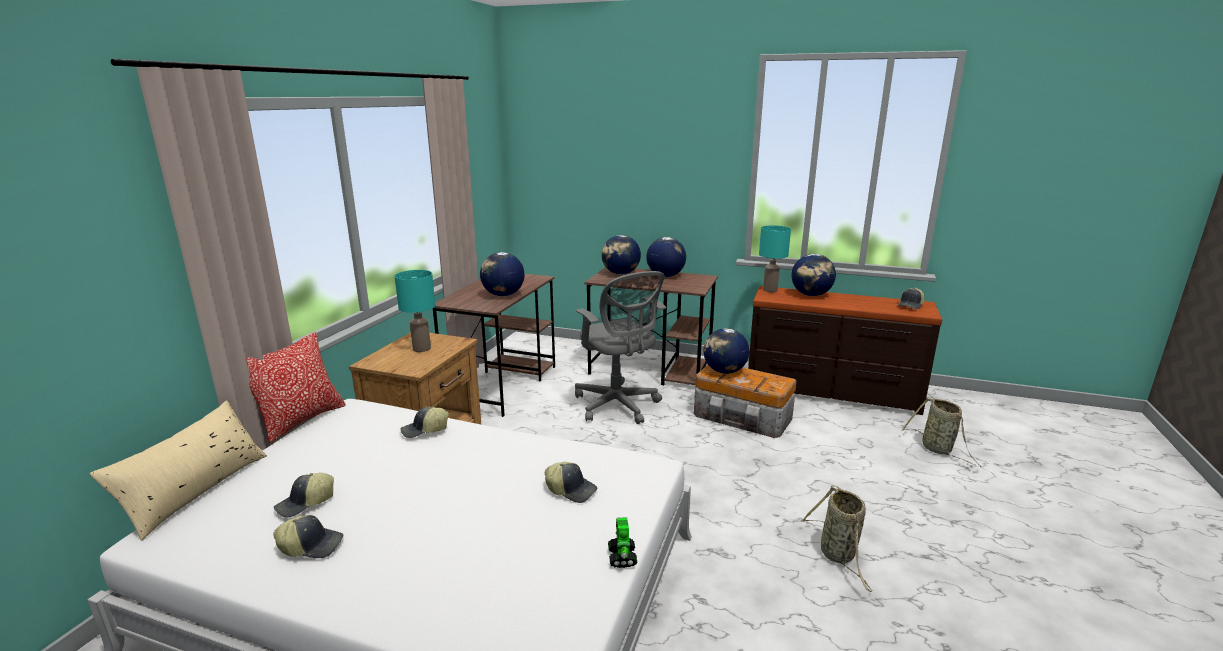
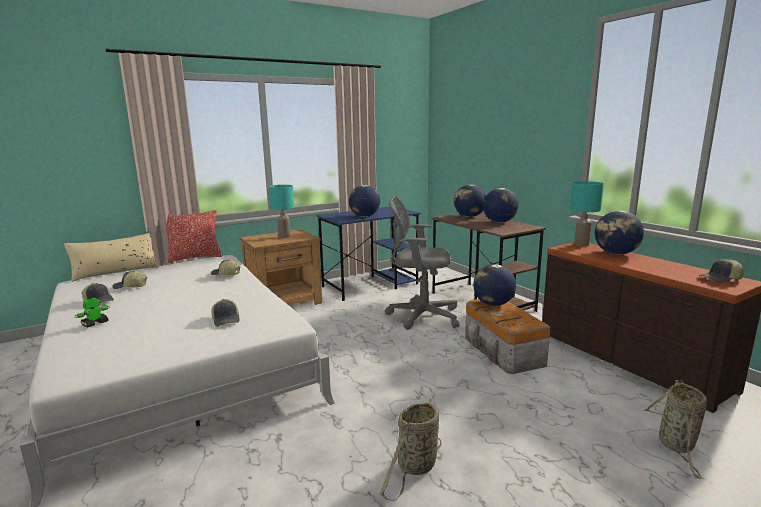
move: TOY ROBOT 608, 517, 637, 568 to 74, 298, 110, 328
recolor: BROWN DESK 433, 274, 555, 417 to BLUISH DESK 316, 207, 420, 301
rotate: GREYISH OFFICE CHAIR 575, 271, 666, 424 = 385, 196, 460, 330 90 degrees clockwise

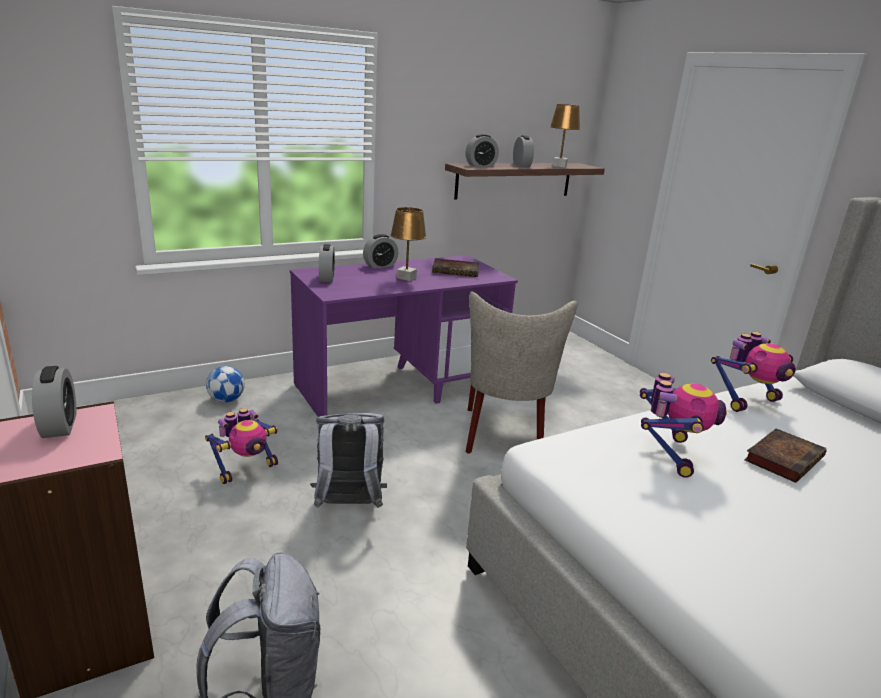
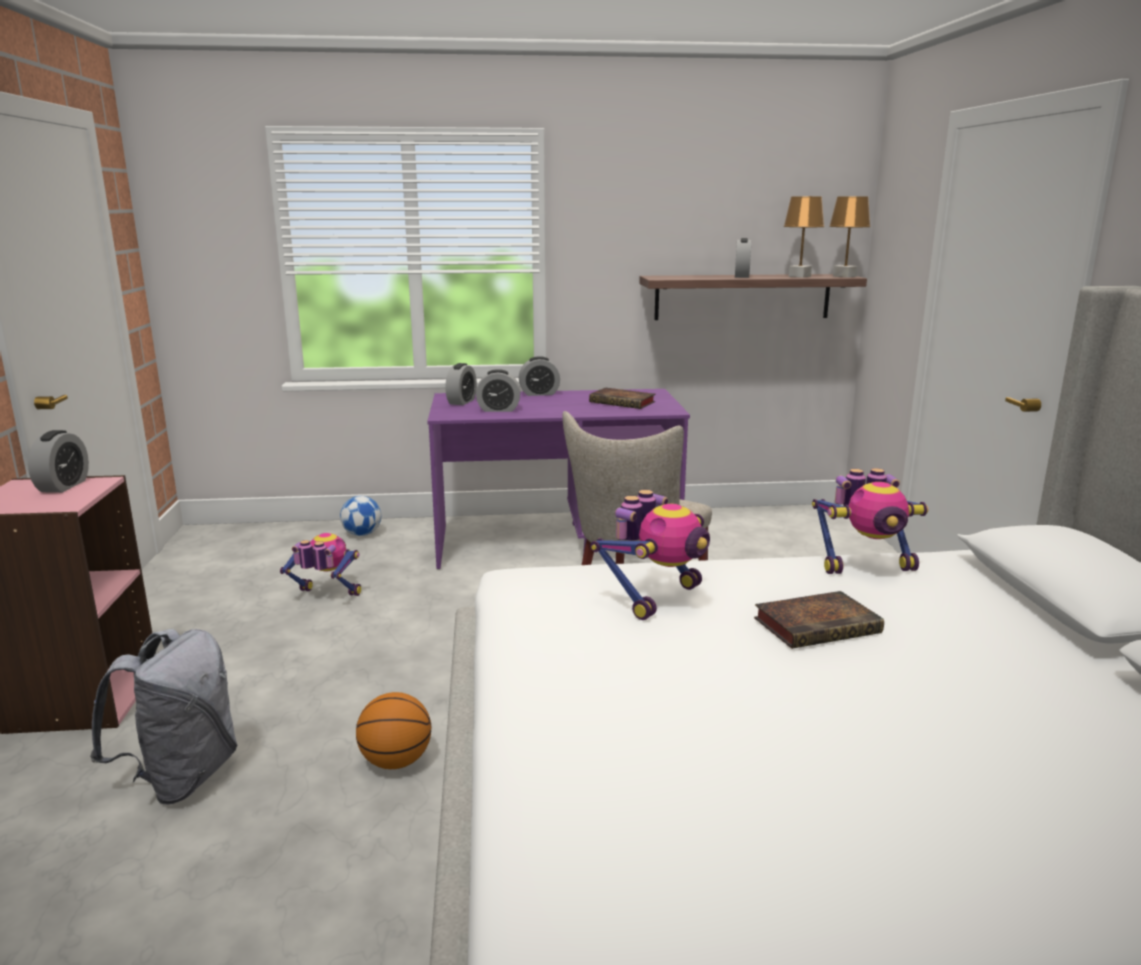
delete: GREYISH KNAPSACK 310, 413, 387, 508
insert: BASKETBALL BALL 356, 692, 431, 769
move: BROWN TABLE LAMP 391, 207, 426, 281 to 829, 196, 871, 278; BEDSIDE CLOCK 465, 134, 499, 166 to 476, 369, 520, 412
rotate: TOY ROBOT 205, 408, 278, 484 = 280, 533, 361, 596 150 degrees counterclockwise

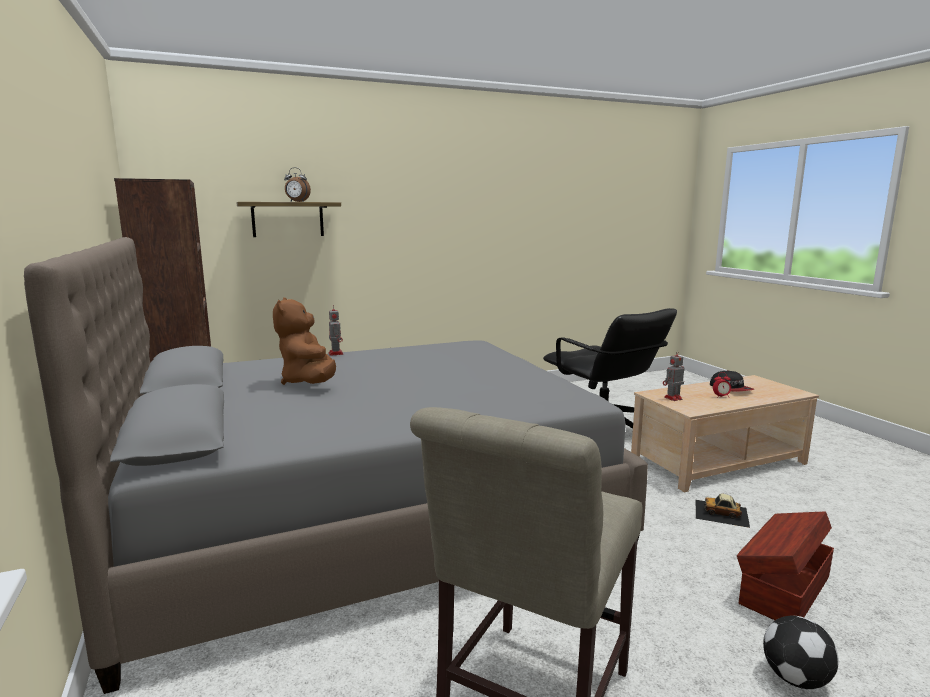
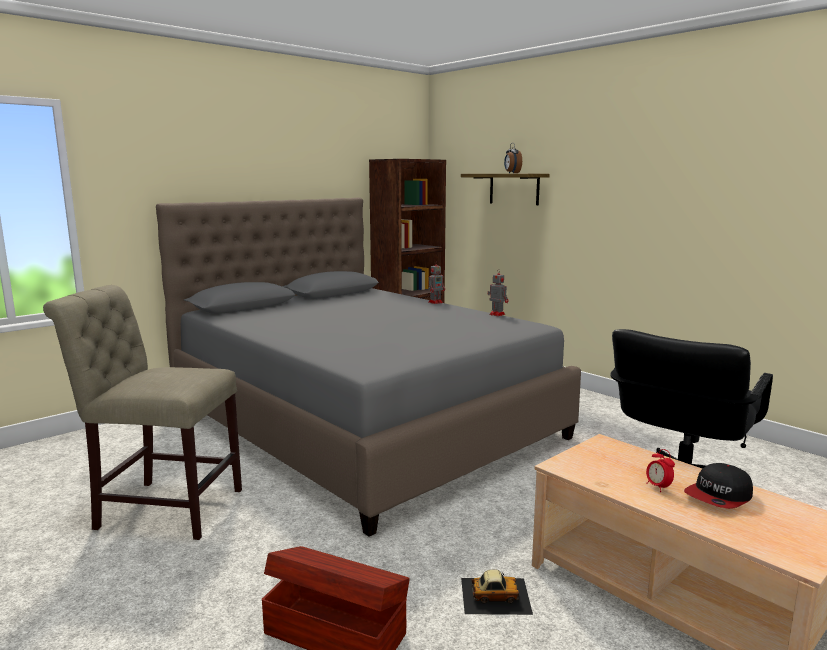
delete: BROWN CUDDLY TOY 273, 298, 336, 385; FOOTBALL BALL 763, 615, 839, 689
move: TOY ROBOT 663, 350, 685, 401 to 488, 269, 508, 316
rotate: MODEL CAR 696, 494, 750, 528 = 461, 569, 533, 615 90 degrees clockwise

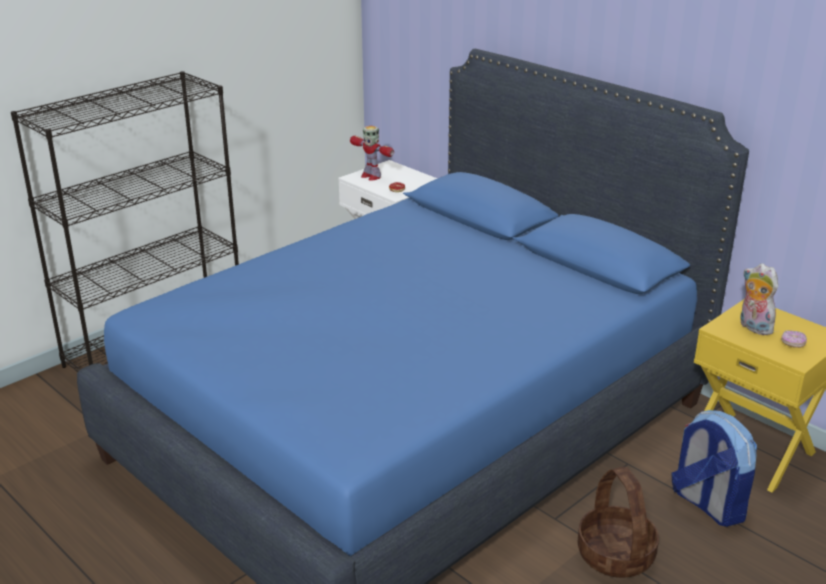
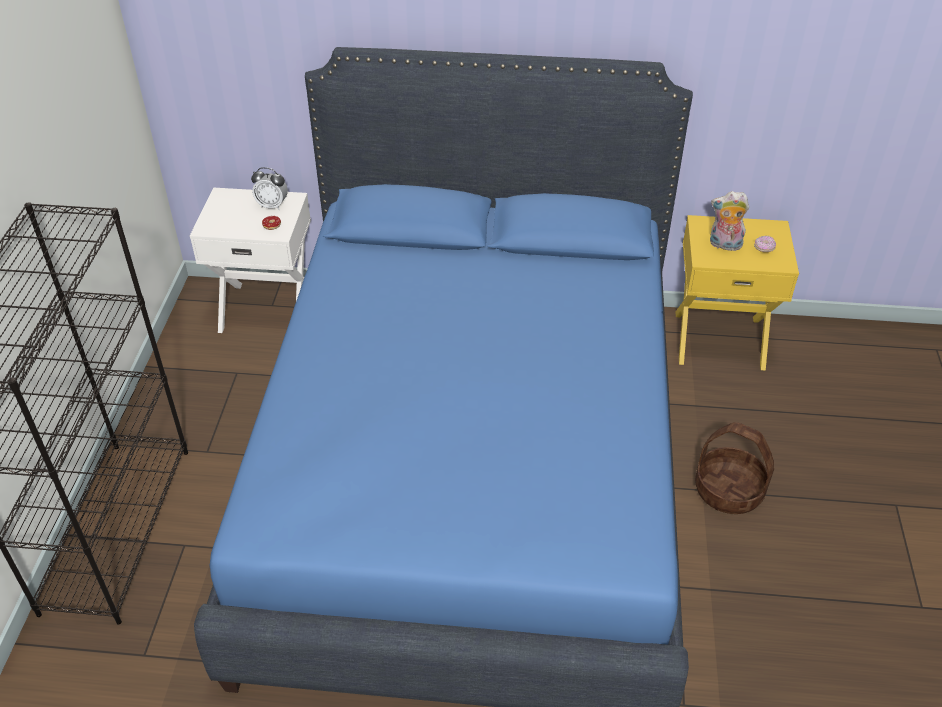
delete: TOY ROBOT 350, 126, 394, 181; KNAPSACK 672, 410, 757, 527
insert: BEDSIDE CLOCK 251, 167, 288, 210

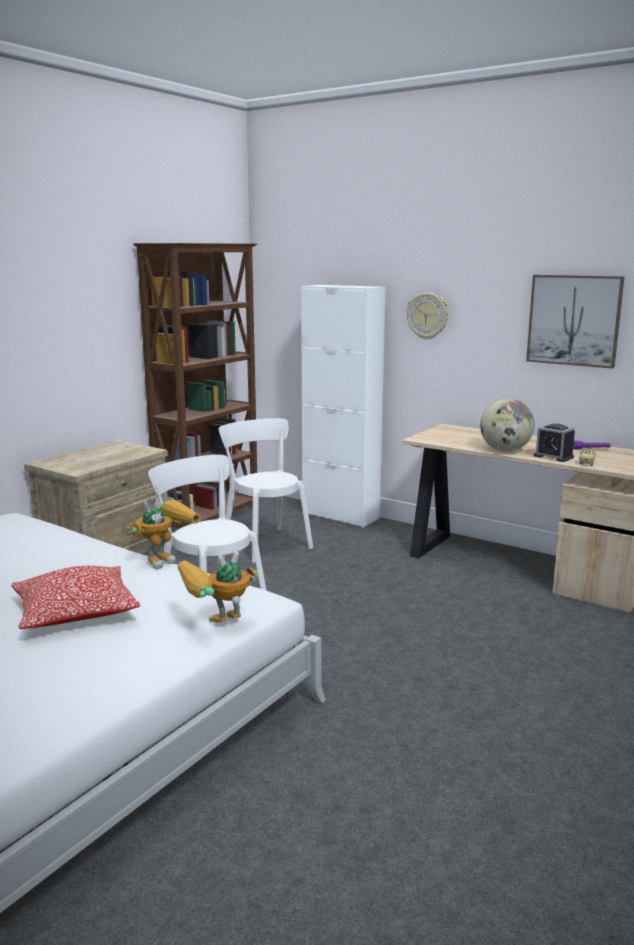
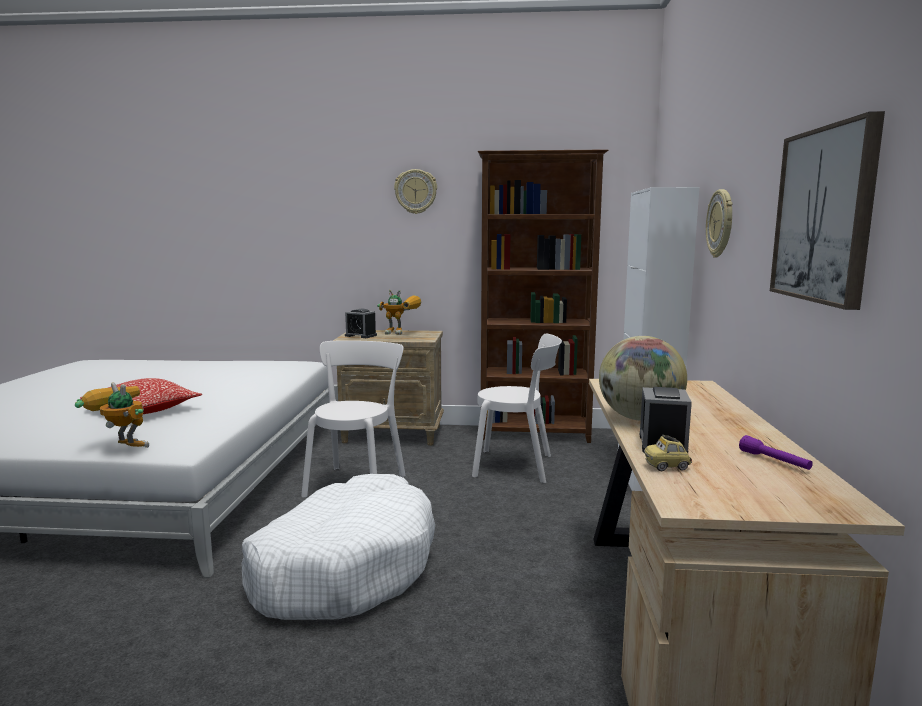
insert: WHITISH PET BED 241, 474, 435, 620; BEDSIDE CLOCK 345, 309, 377, 338; CLOCK ON THE WALL 394, 169, 437, 214
move: TOY ROBOT 131, 498, 200, 569 to 377, 290, 421, 335
rotate: WHITISH UPRIGHT CHAIR 219, 418, 313, 563 = 472, 334, 562, 483 75 degrees clockwise

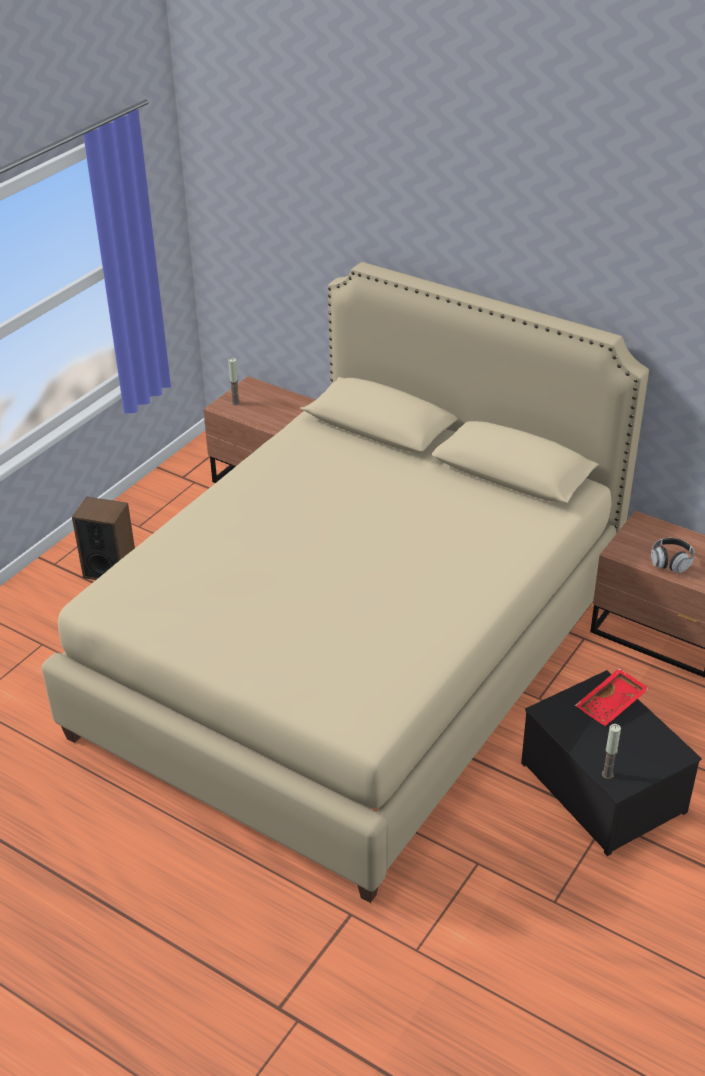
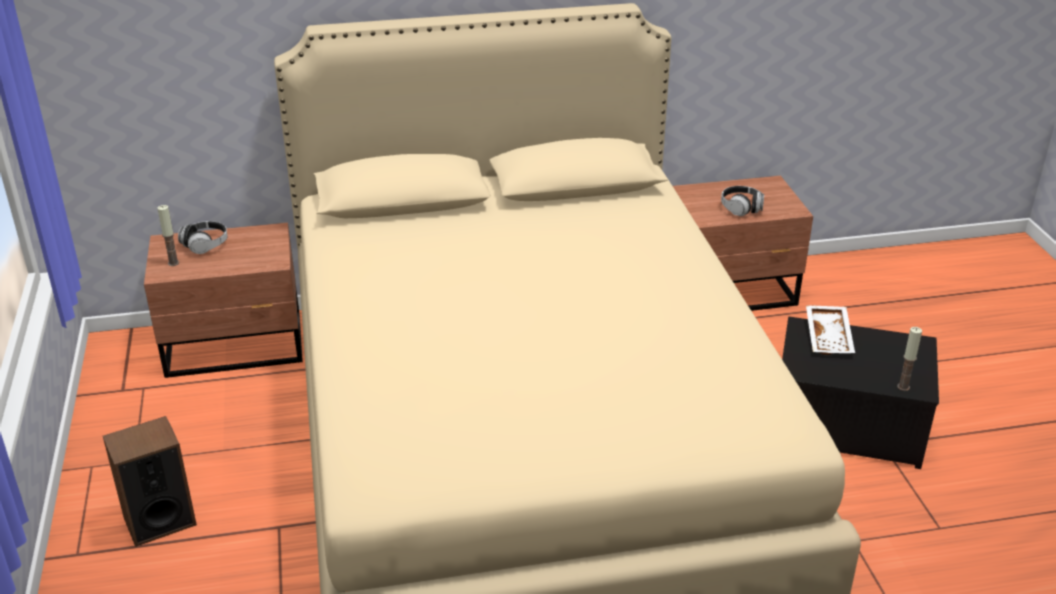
insert: PAIR OF HEADPHONES 178, 221, 228, 254
recolor: RED-COLOURED SERVING TRAY 575, 668, 649, 726 to WHITISH SERVING TRAY 806, 305, 855, 355

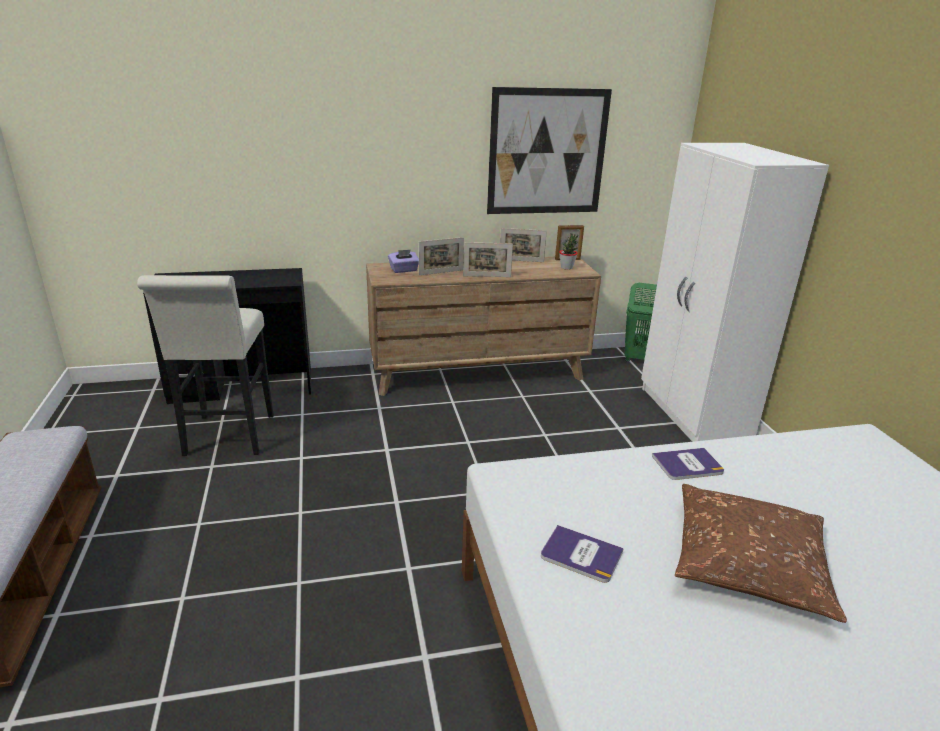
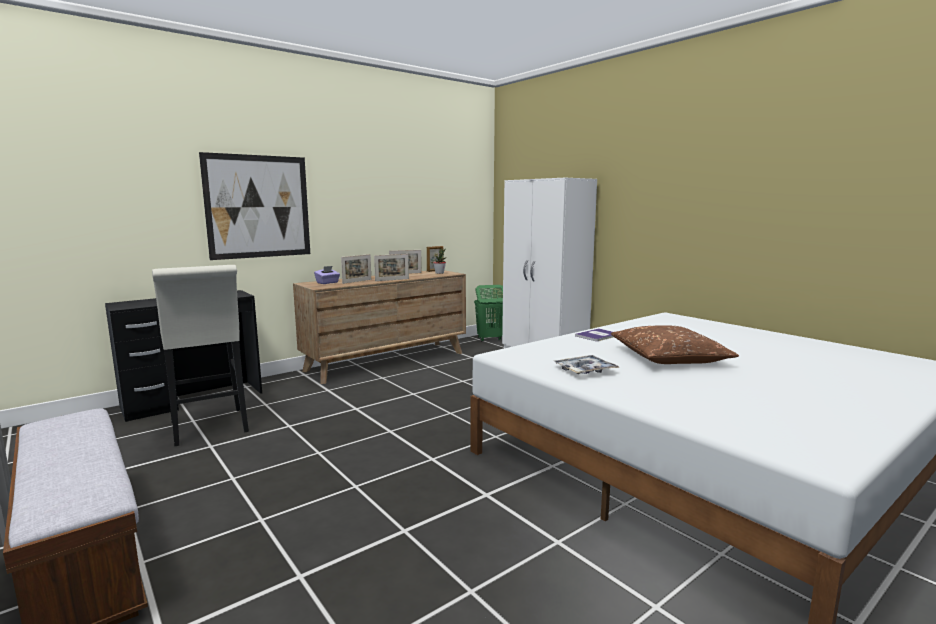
move: PICTURE 487, 87, 612, 214 to 199, 152, 310, 260
replace: BOUND BOOK 541, 525, 624, 583 to SERVING TRAY 554, 355, 620, 374

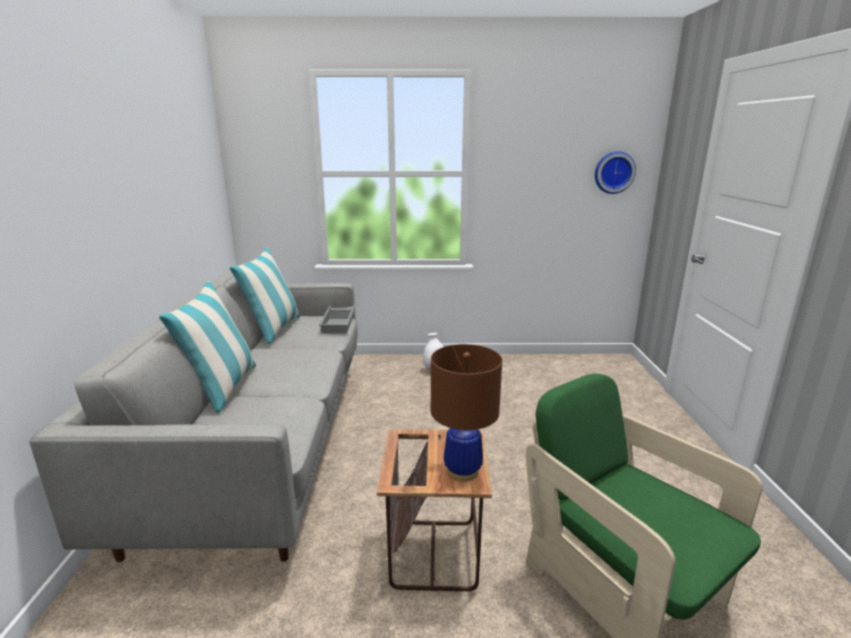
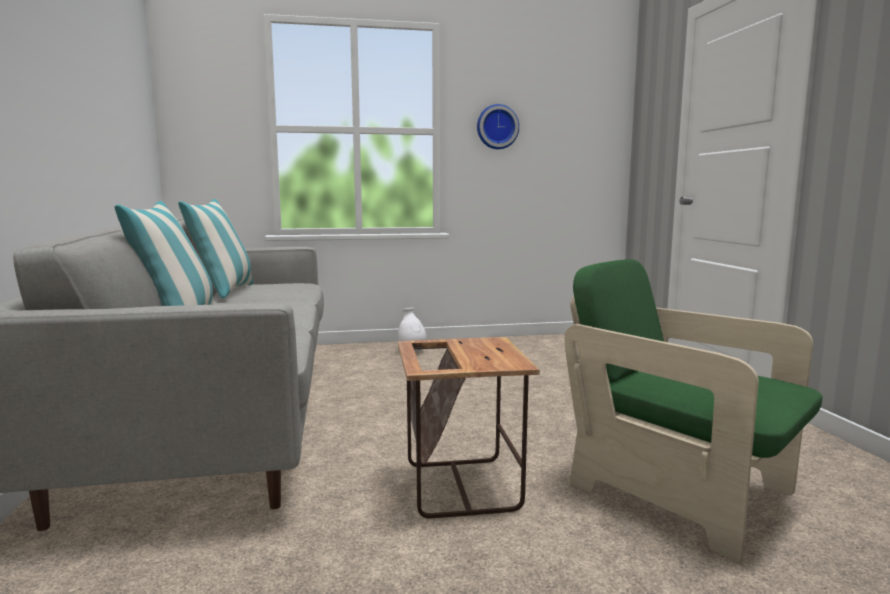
delete: GREYISH SERVING TRAY 319, 303, 356, 333; BROWN TABLE LAMP 431, 344, 502, 482
move: CLOCK ON THE WALL 595, 151, 636, 194 to 477, 104, 519, 149

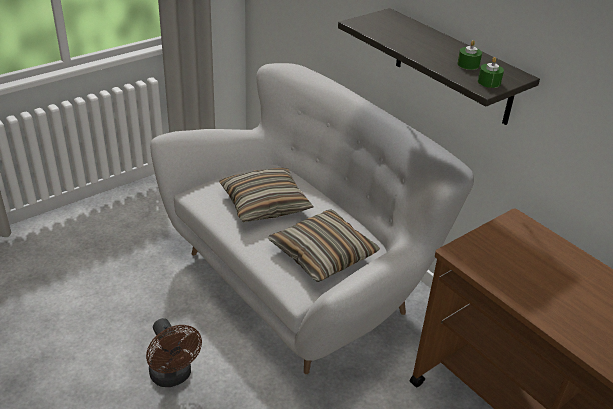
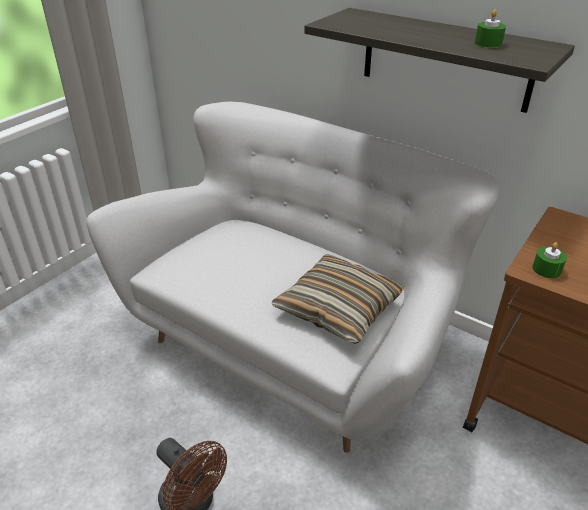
delete: THROW PILLOW 219, 168, 314, 222
move: GREEN-COLOURED WAX CANDLE 478, 57, 504, 88 to 532, 242, 567, 278

